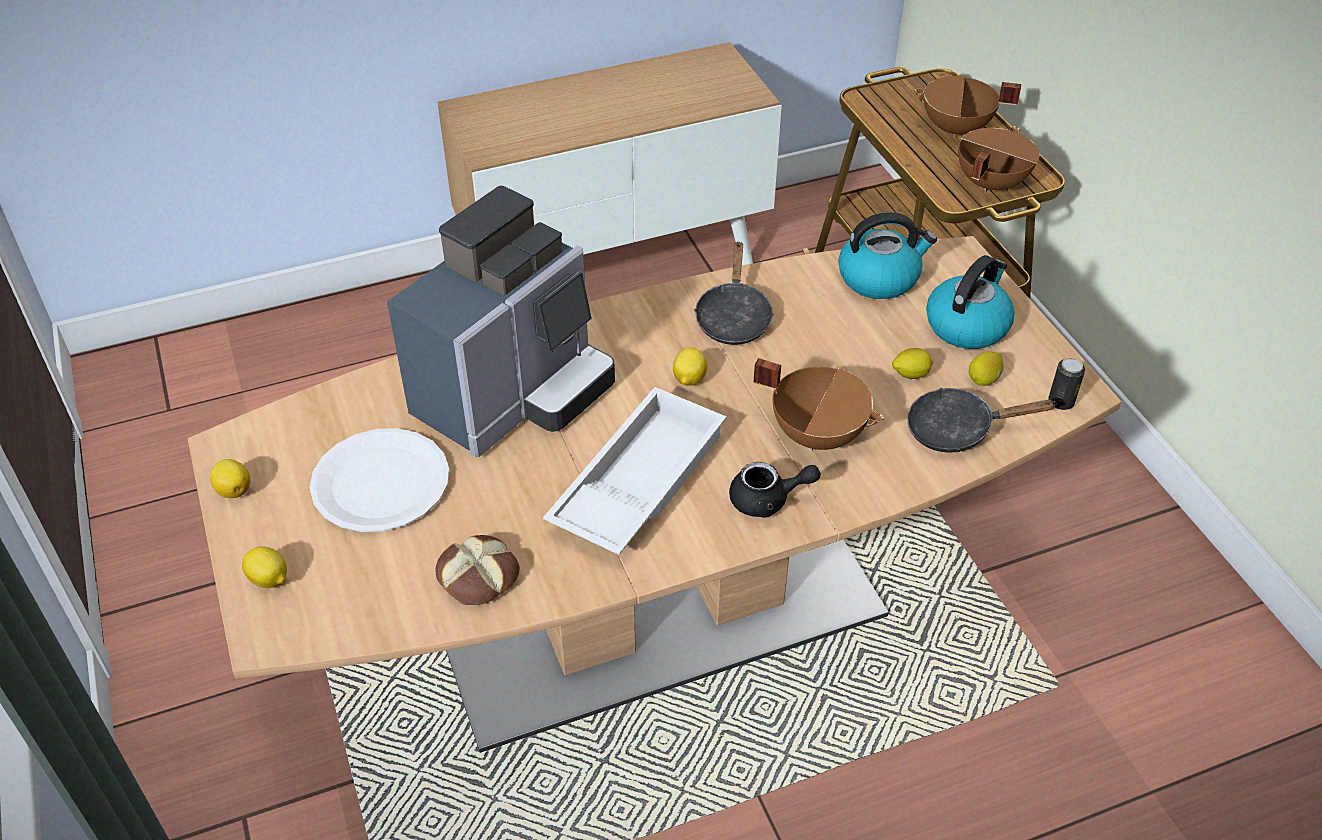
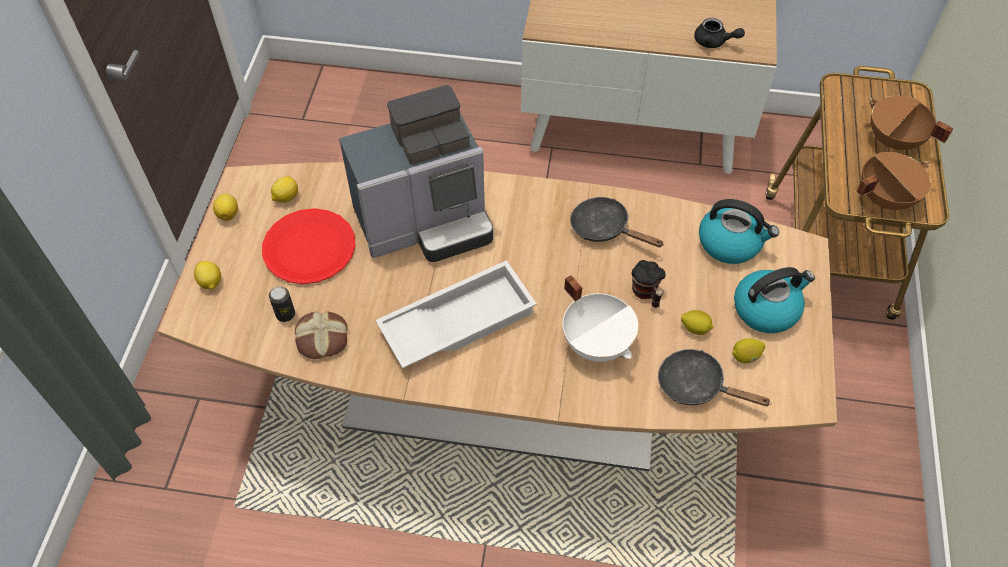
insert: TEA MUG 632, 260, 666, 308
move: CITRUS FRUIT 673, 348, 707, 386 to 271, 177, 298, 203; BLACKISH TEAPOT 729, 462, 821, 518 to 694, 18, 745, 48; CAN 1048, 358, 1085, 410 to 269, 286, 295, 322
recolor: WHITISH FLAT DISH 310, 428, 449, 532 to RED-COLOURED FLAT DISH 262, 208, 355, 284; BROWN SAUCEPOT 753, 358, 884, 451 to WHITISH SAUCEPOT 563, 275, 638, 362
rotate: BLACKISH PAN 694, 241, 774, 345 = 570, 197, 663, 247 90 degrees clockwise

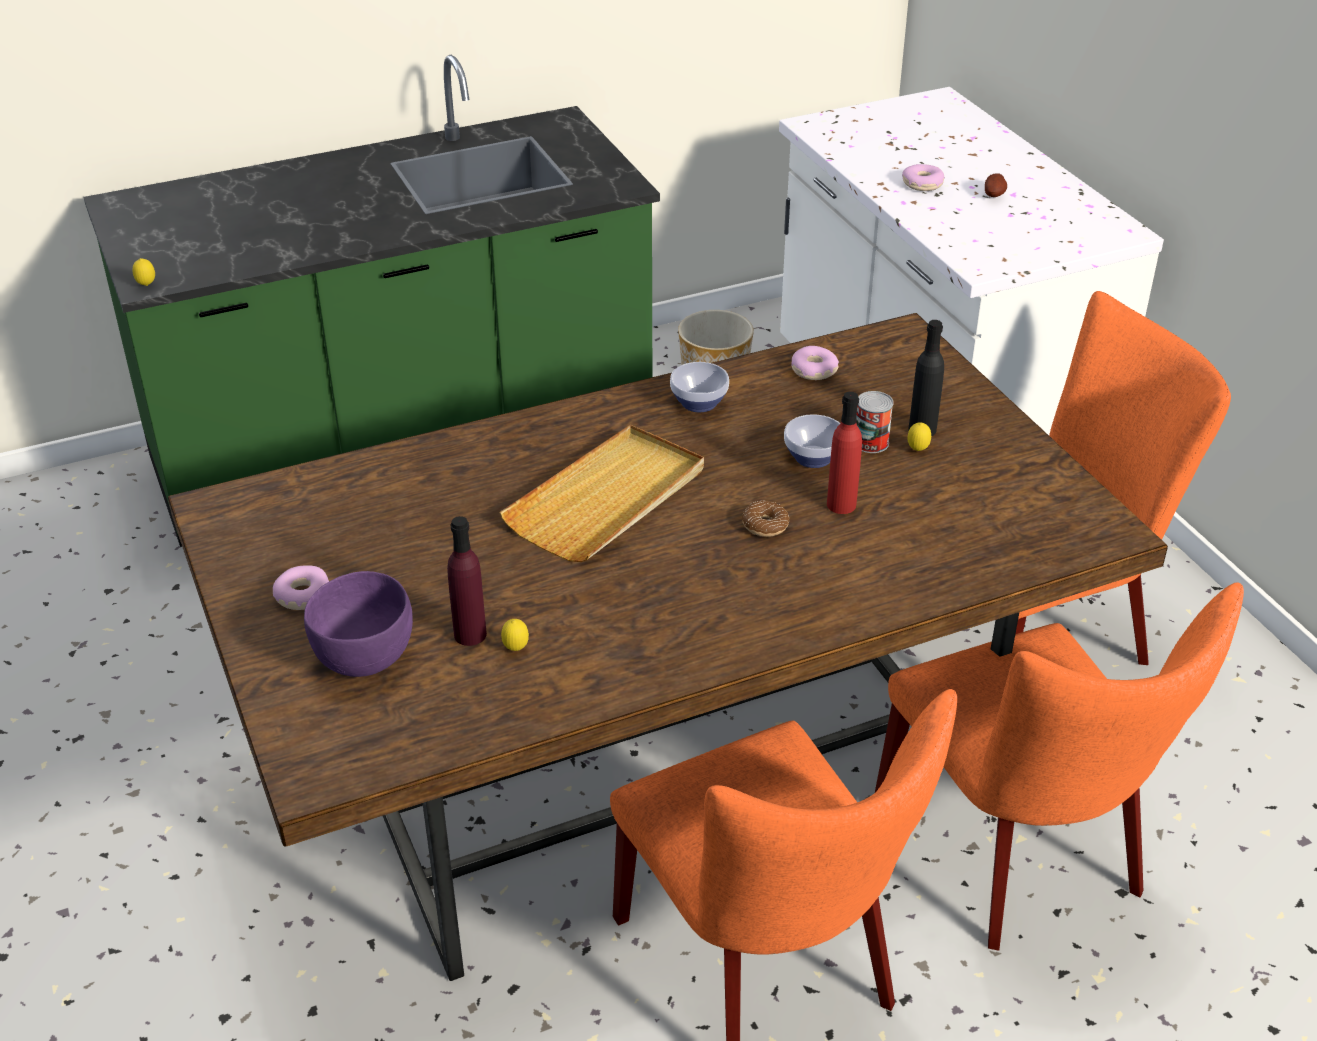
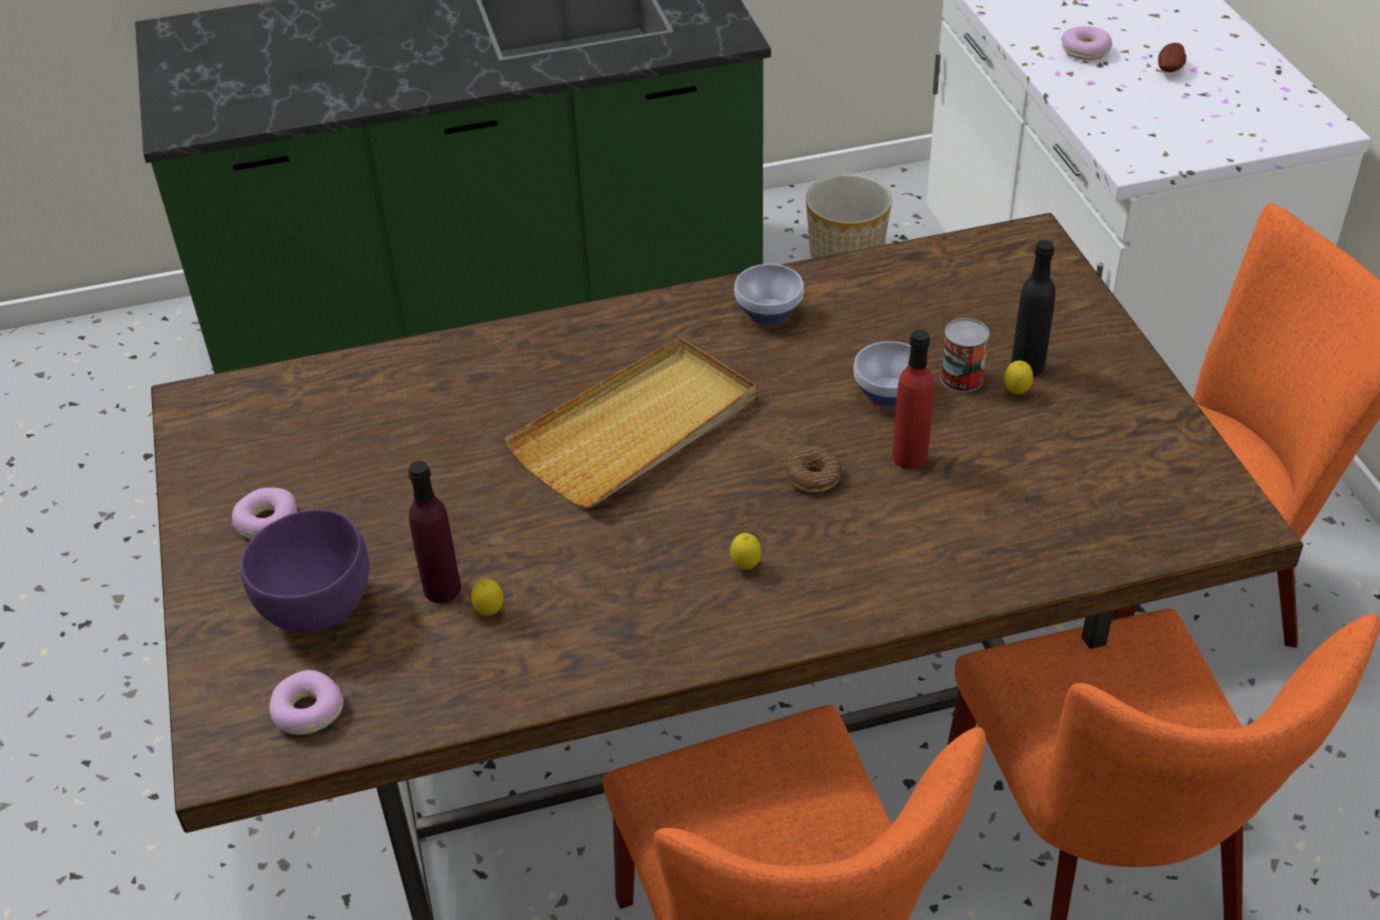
move: CITRUS FRUIT 133, 258, 155, 286 to 730, 533, 761, 569; RING DOUGHNUT 791, 346, 839, 380 to 269, 670, 344, 735

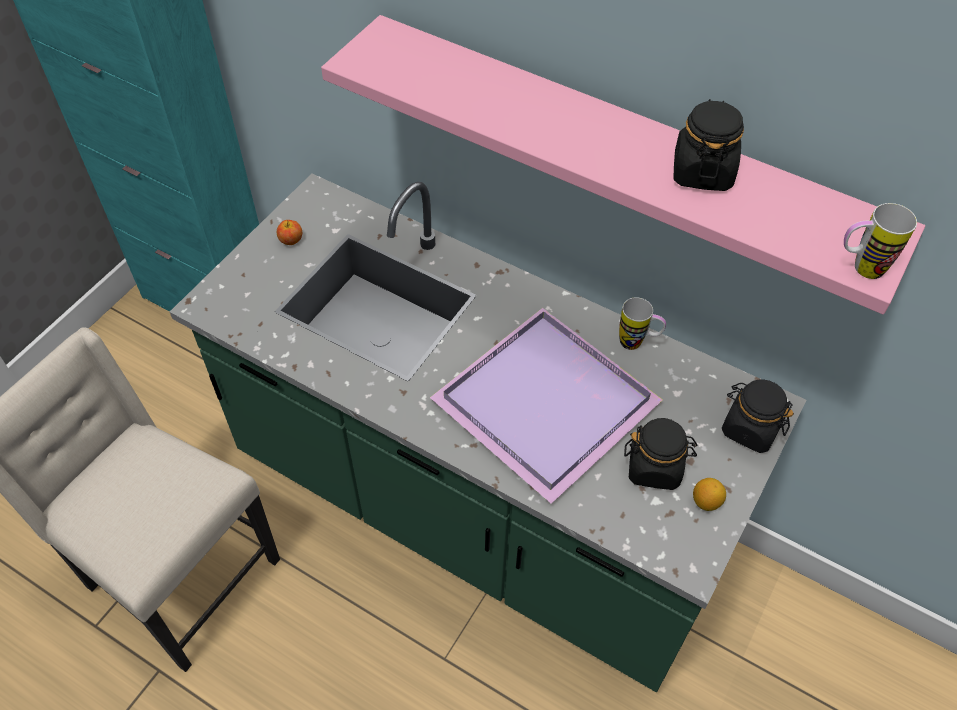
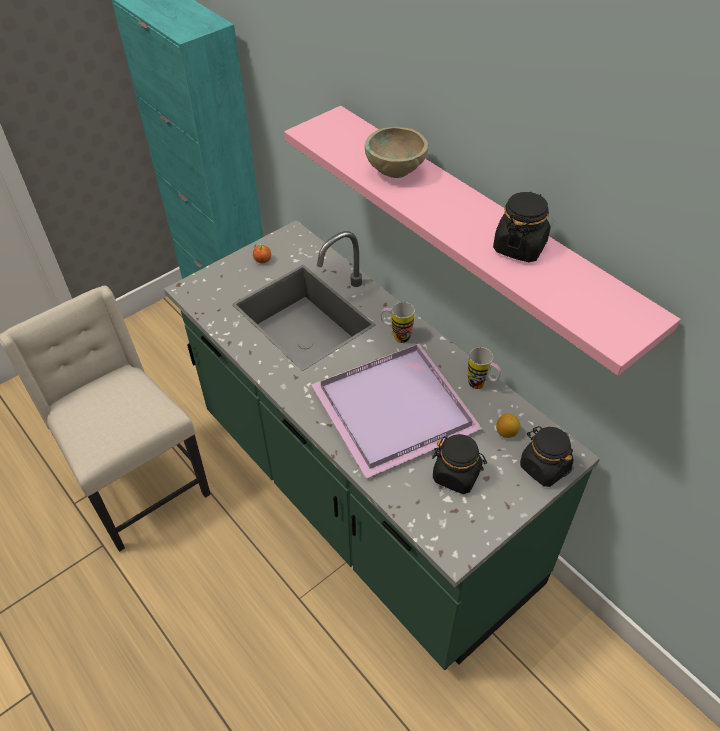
insert: BEIGE DEEP DISH 365, 127, 428, 178
move: CITRUS FRUIT 693, 478, 726, 511 to 496, 414, 520, 438; TEA MUG 844, 203, 917, 279 to 381, 302, 415, 343

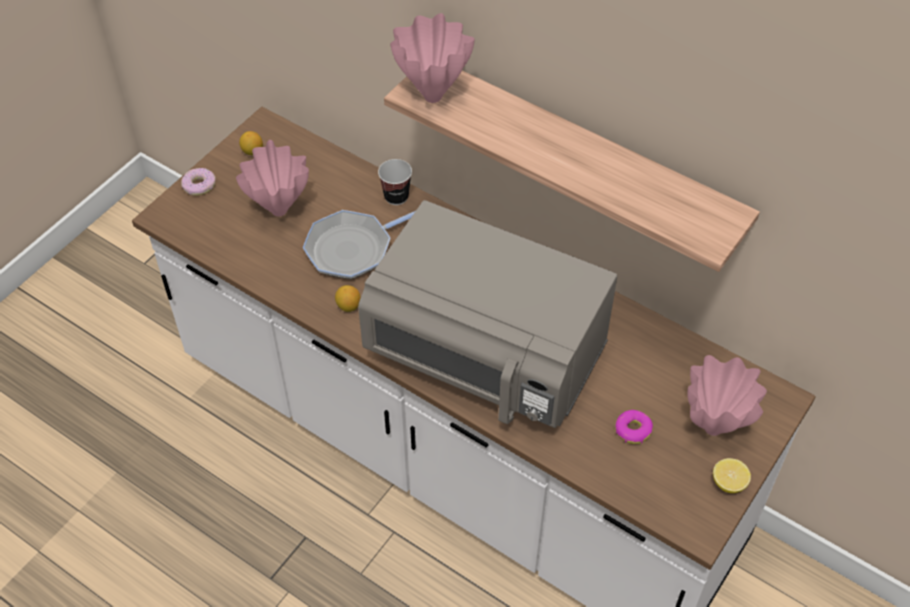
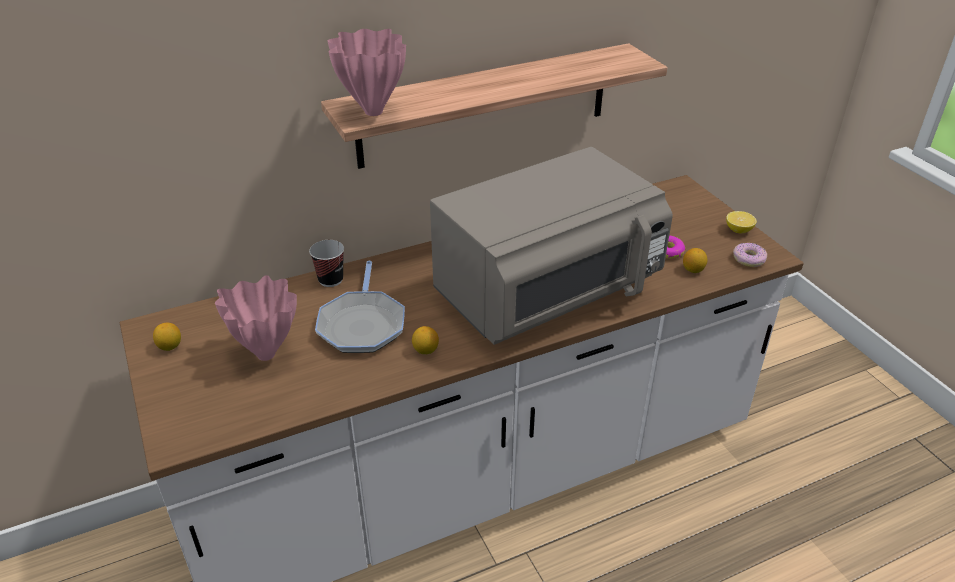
delete: PINK-COLOURED VASE 687, 355, 767, 436
insert: CITRUS FRUIT 683, 248, 707, 273
move: RING DOUGHNUT 181, 168, 216, 196 to 733, 243, 767, 267

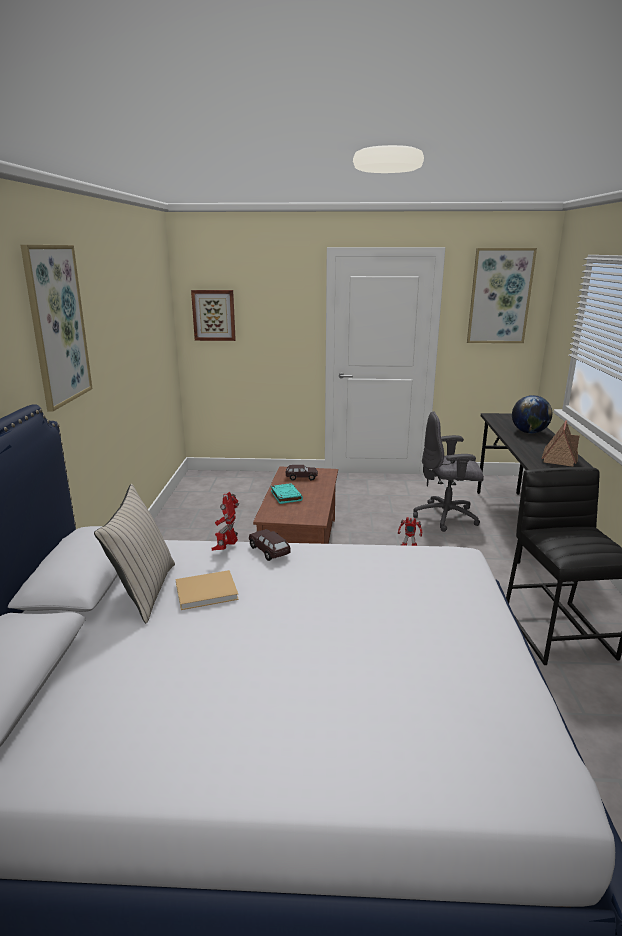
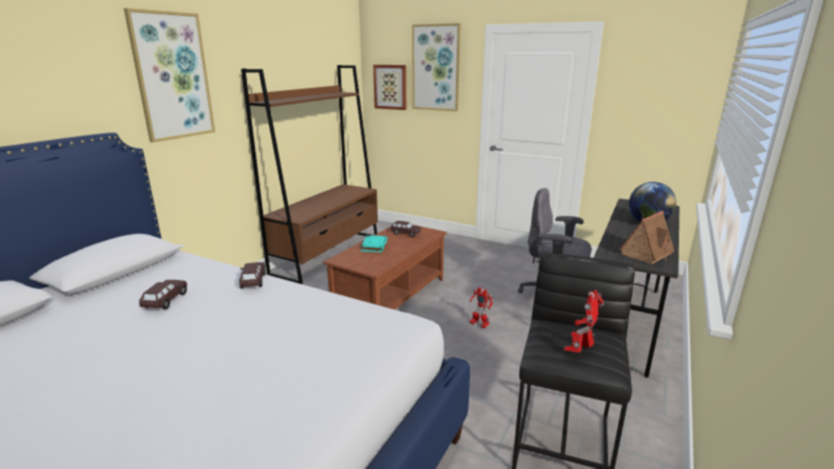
delete: BEIGE THROW PILLOW 94, 484, 175, 623
insert: BROWN BOOKCASE 241, 65, 378, 284
move: TOY ROBOT 211, 492, 239, 551 to 564, 290, 604, 353; PICTURE 467, 248, 537, 343 to 412, 23, 461, 111
replace: BEIGE BOUND BOOK 176, 570, 239, 610 to BROWN MODEL CAR 139, 280, 187, 309

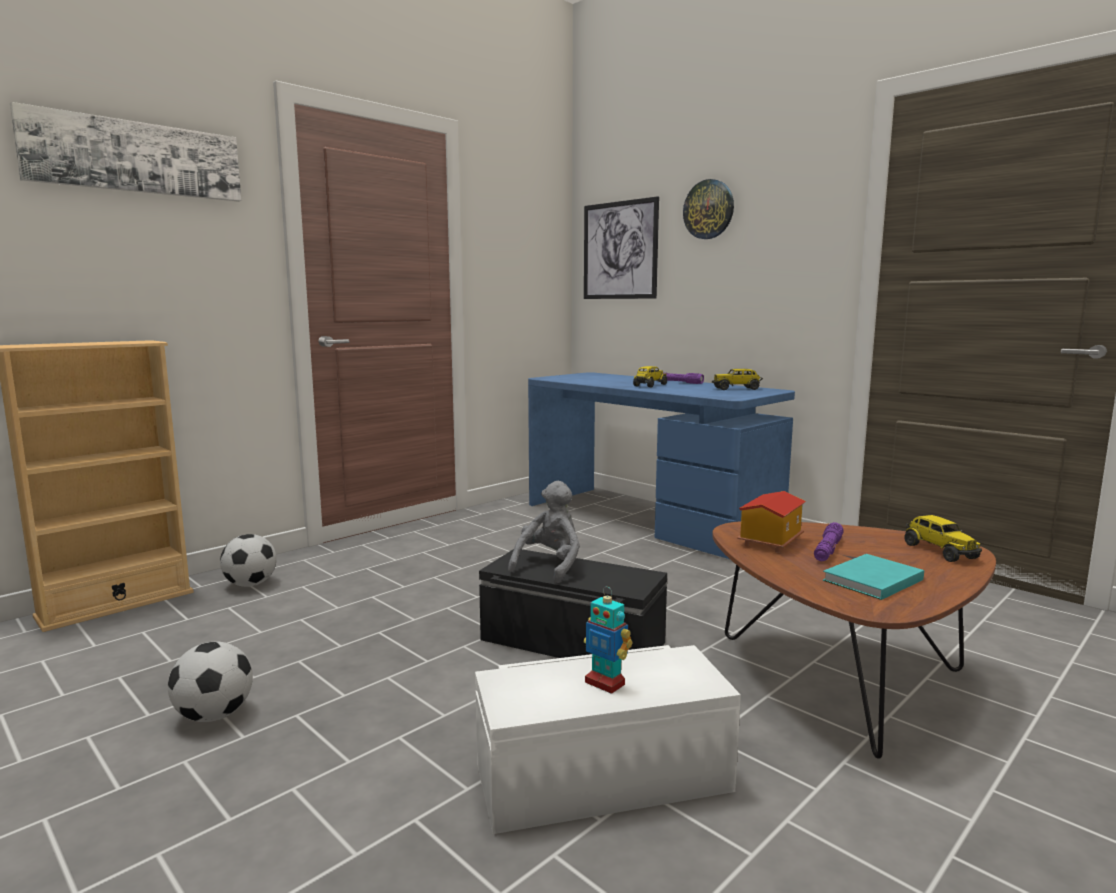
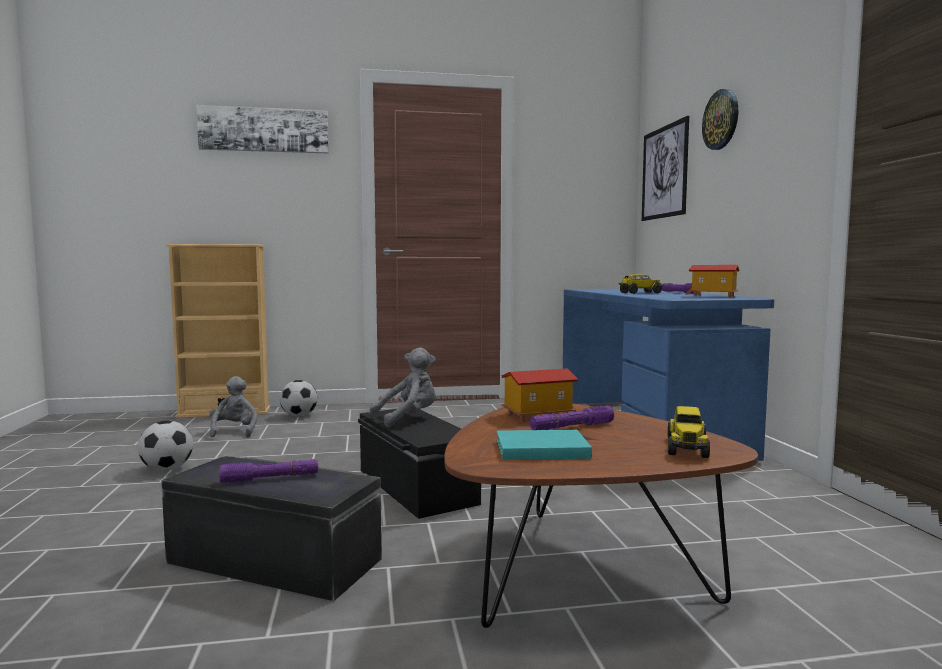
insert: GREYISH CUDDLY TOY 210, 376, 258, 438
replace: TOY ROBOT 583, 587, 632, 694 to PURPLE FLASHLIGHT 219, 459, 318, 483; TOY LORRY 712, 369, 763, 390 to MODEL HOUSE 685, 265, 739, 297
recolor: WHITISH STORAGE CONTAINER 475, 645, 741, 834 to BLACKISH STORAGE CONTAINER 161, 456, 382, 601

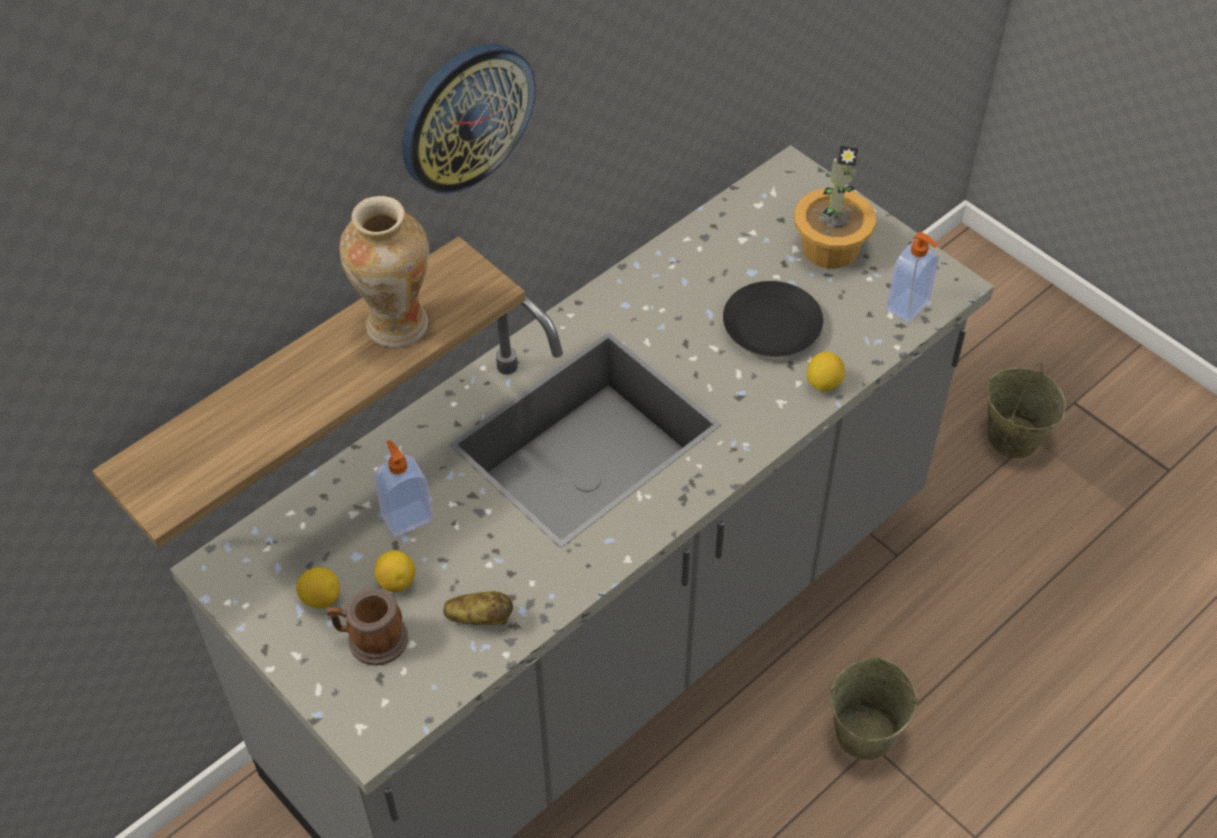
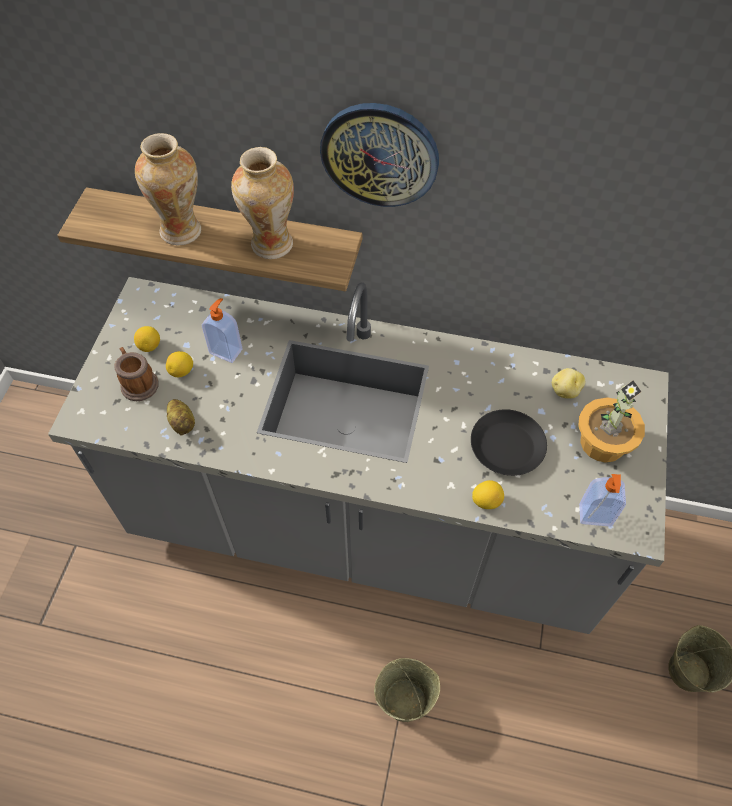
insert: VASE 135, 133, 202, 245; POTATO 552, 368, 585, 399

